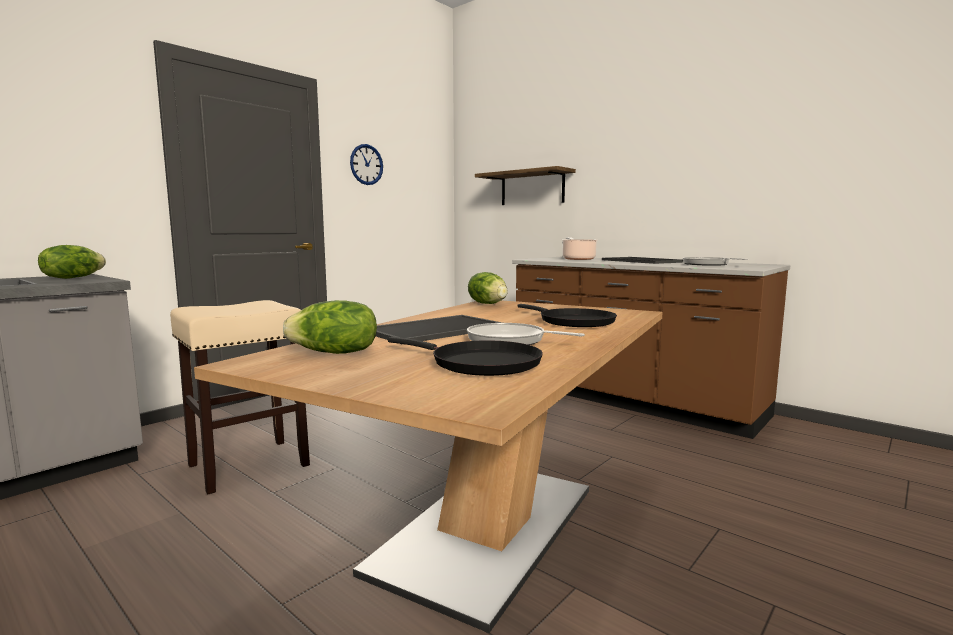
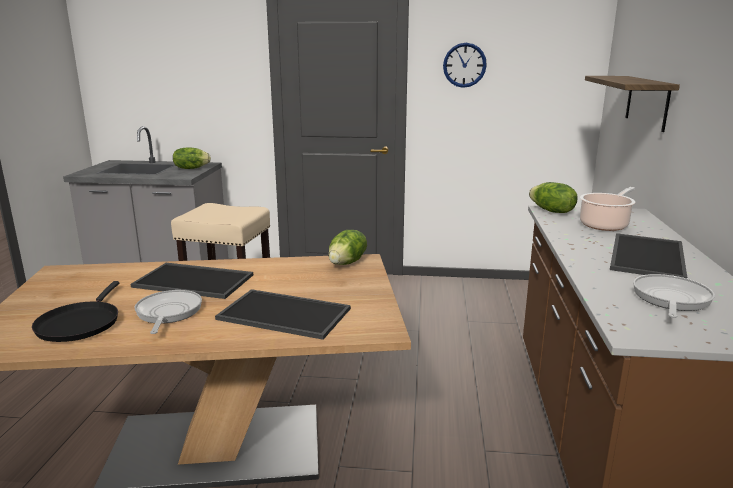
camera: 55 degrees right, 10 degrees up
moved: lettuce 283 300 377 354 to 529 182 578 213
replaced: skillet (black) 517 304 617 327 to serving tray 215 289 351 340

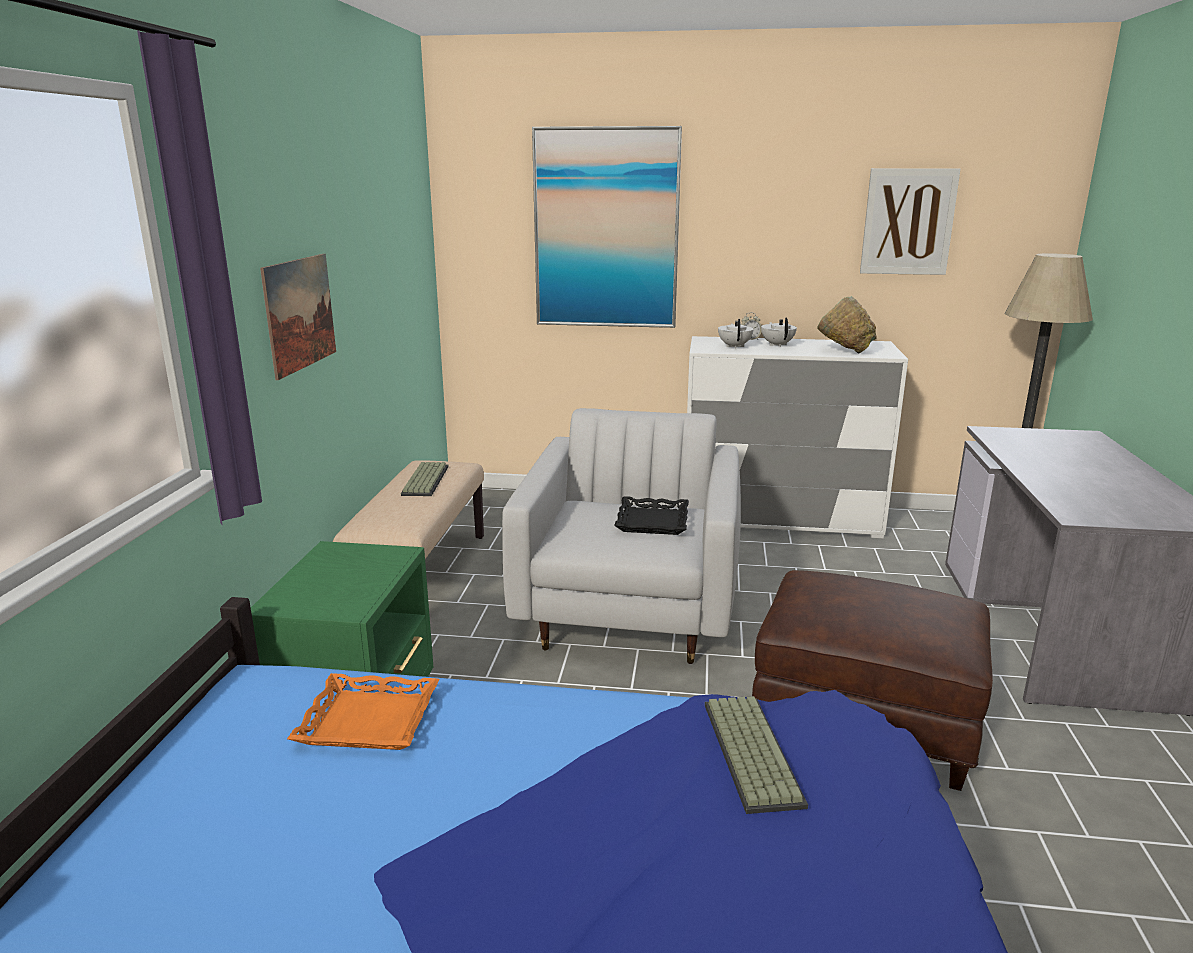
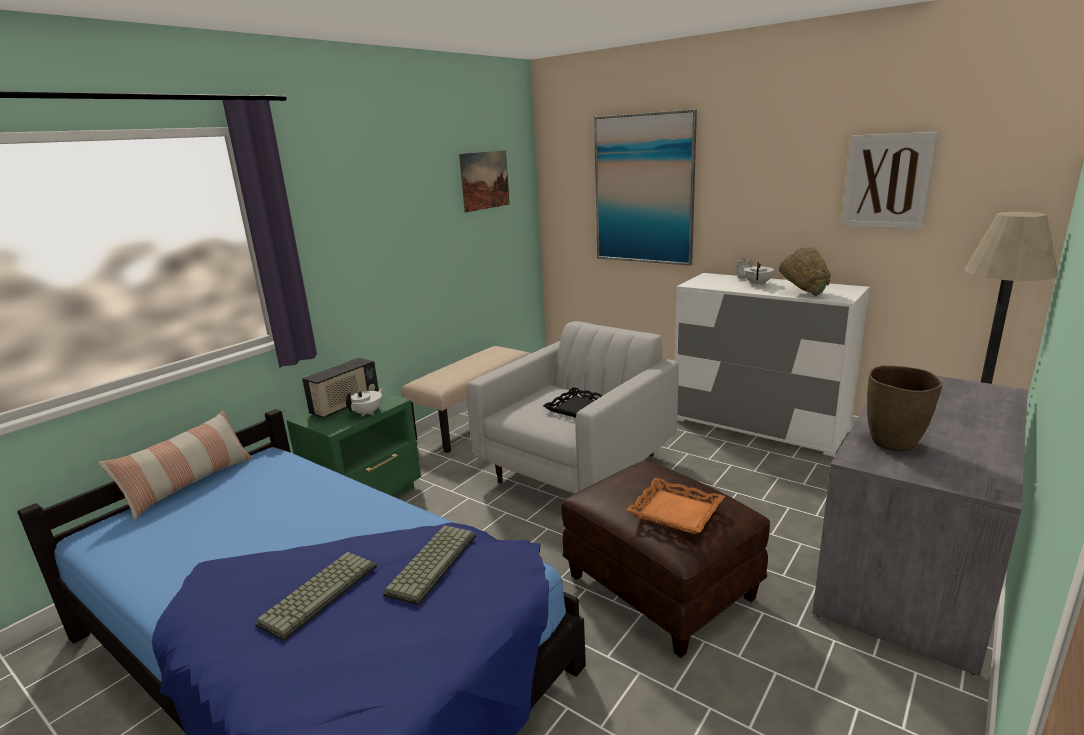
camera: 30 degrees right, 0 degrees up
added: pillow 98 411 253 520; radio receiver 302 358 379 418; vase (brown) 867 366 943 452
moved: picture 260 254 336 380 to 459 150 510 213; serving tray (orangey) 287 673 439 750 to 626 478 725 534; keyboard 401 462 449 496 to 255 552 377 642; tea pot (white) 718 319 754 349 to 346 388 383 416

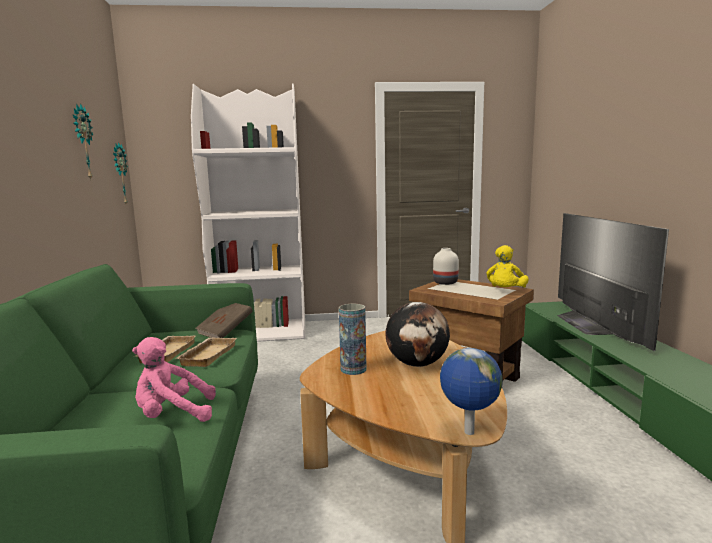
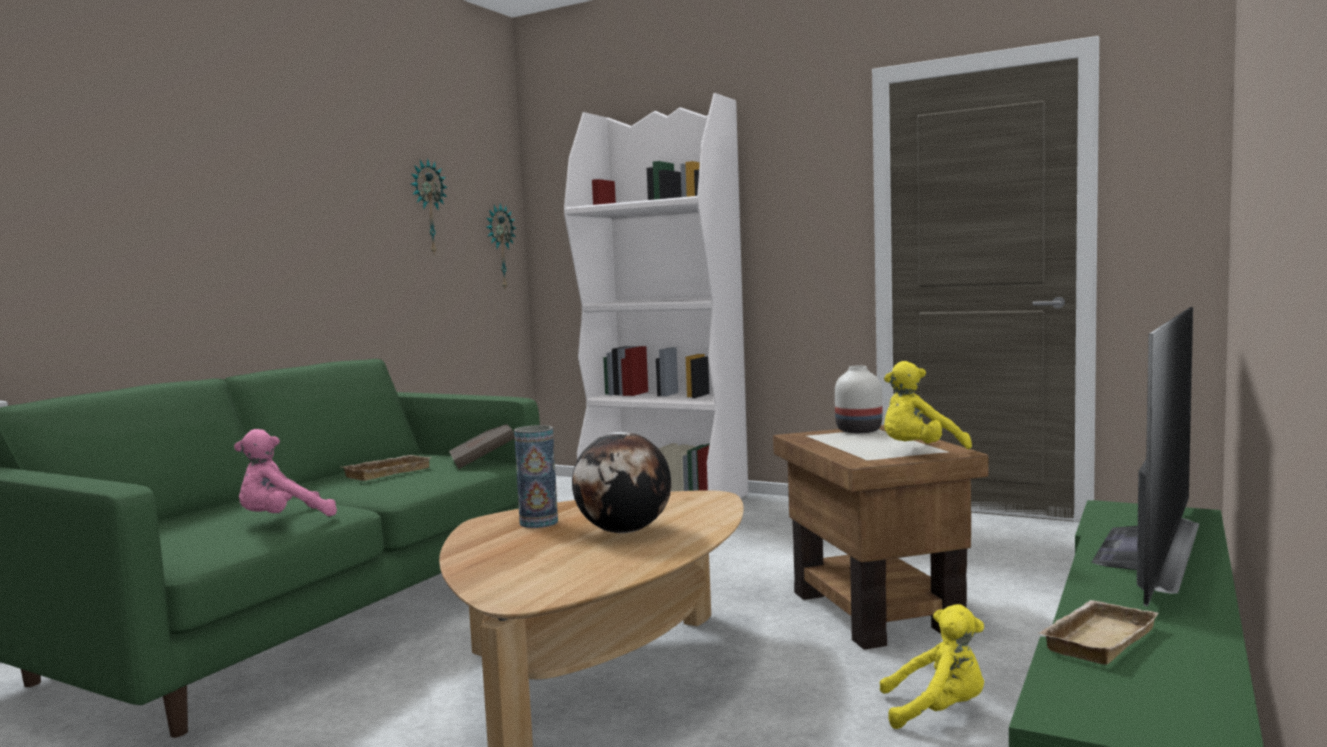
camera: 35 degrees right, 5 degrees down
removed: world globe 440 348 503 435
added: plush toy (yellow-coloured) 880 604 984 729
moved: serving tray (beige) 177 338 237 367 to 1040 600 1159 665
turned: plush toy (pinkish) 132 337 216 422 = 234 429 337 516 60 degrees counterclockwise

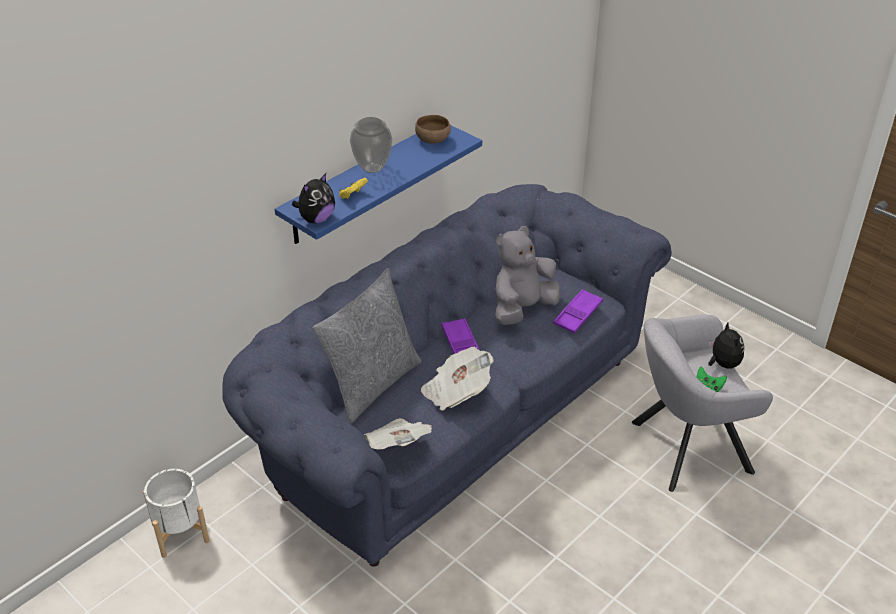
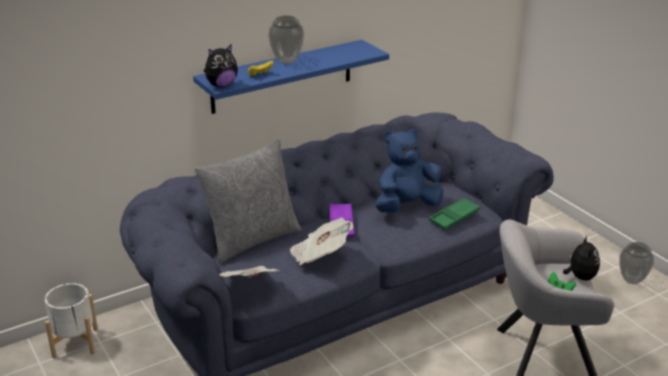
camera: 15 degrees right, 10 degrees down
removed: deep dish (brown) 415 115 451 144
added: vase 619 242 654 284
recoloured: plush toy (grey) 495 226 561 325 to plush toy (blue) 376 129 443 212; serving tray (purple-coloured) 553 289 603 333 to serving tray (green-coloured) 429 198 480 230

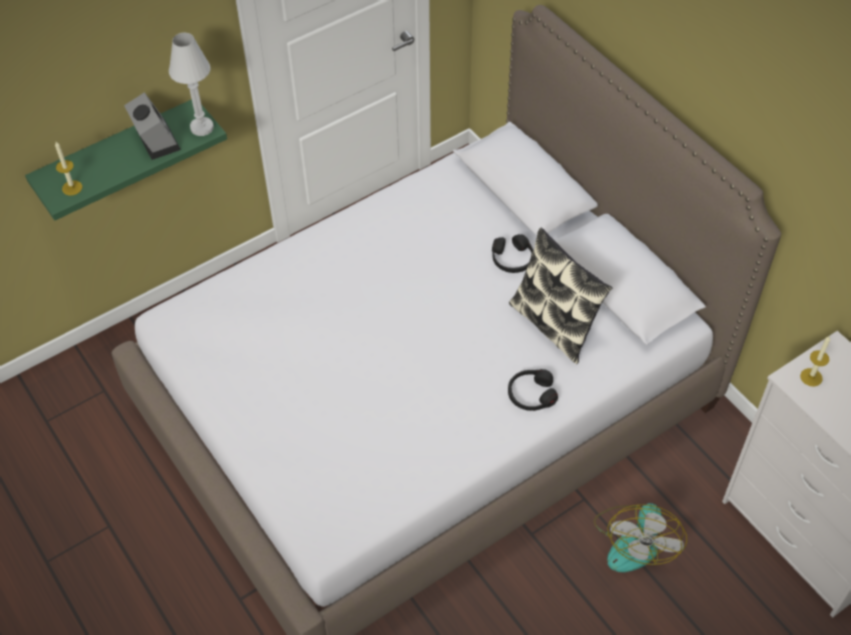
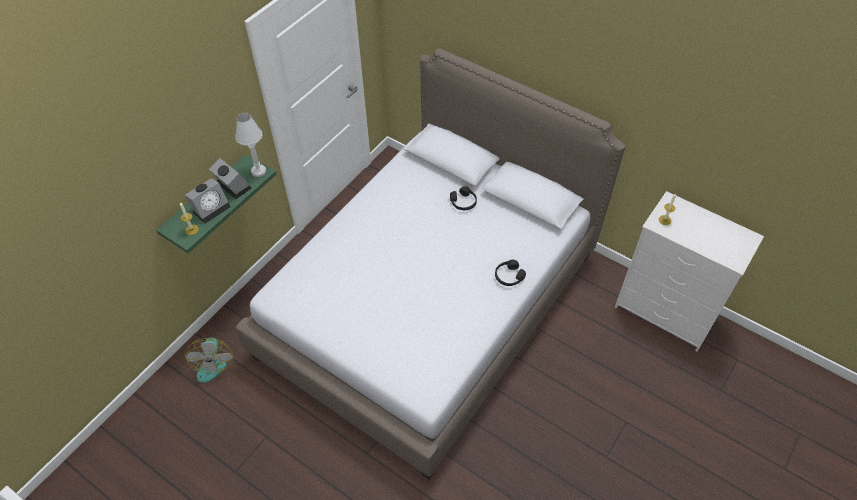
camera: 20 degrees left, 0 degrees up
removed: pillow 509 228 612 364
added: alarm clock 185 178 231 224
moved: electric fan 594 503 687 572 to 185 337 234 383

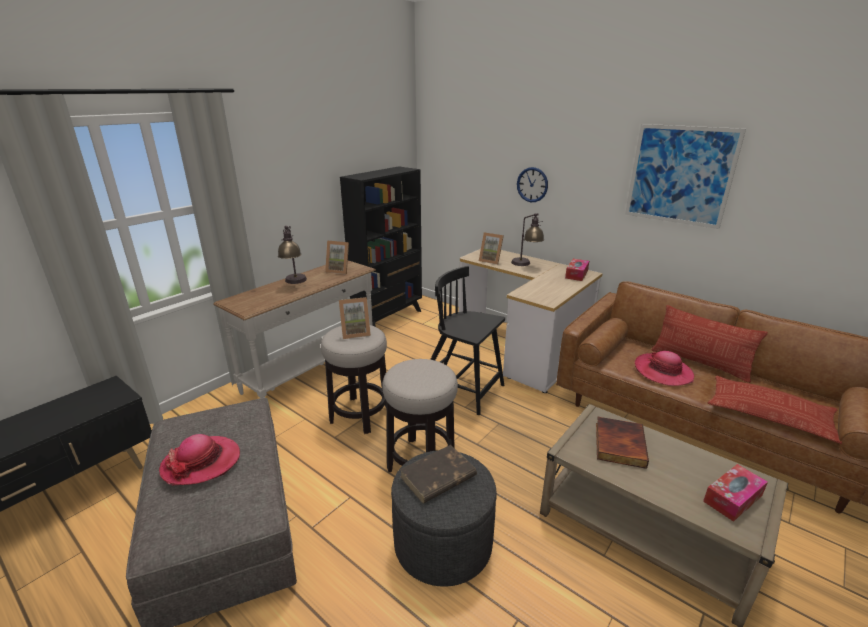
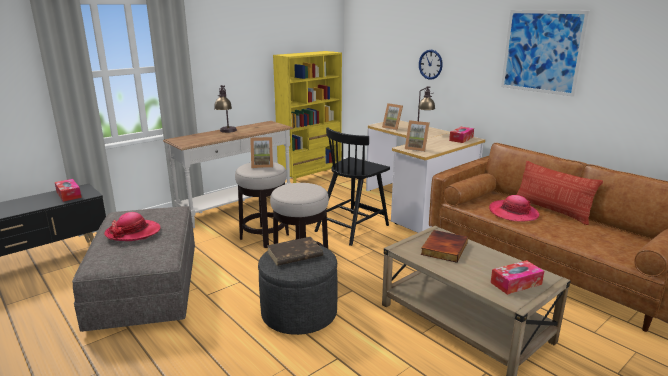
camera: 10 degrees right, 5 degrees down
removed: pillow 708 376 842 444
added: tissue holder 55 179 82 202
moved: picture frame 325 240 349 274 to 405 120 430 152
recoloured: bookcase (black) 340 166 422 327 to bookcase (yellow-coloured) 273 51 342 183
turned: plain chair (black) 430 266 505 415 = 315 127 390 246 90 degrees counterclockwise

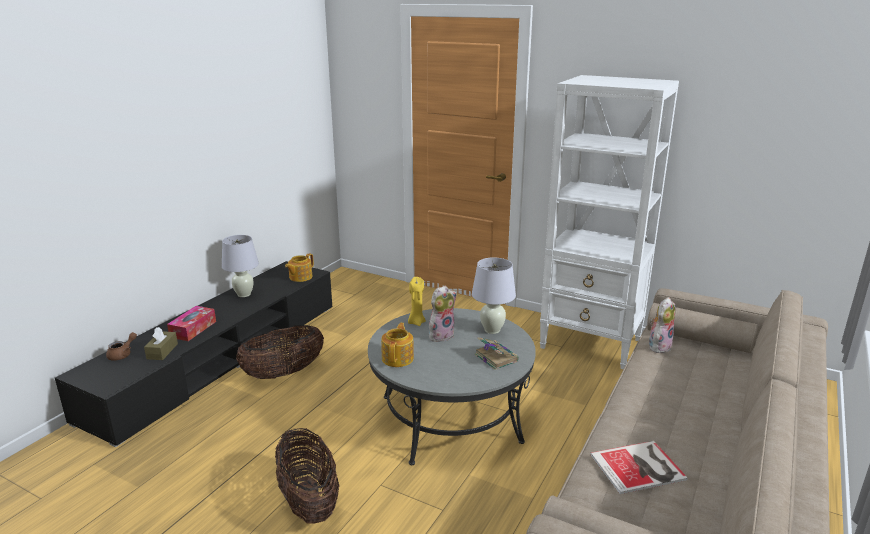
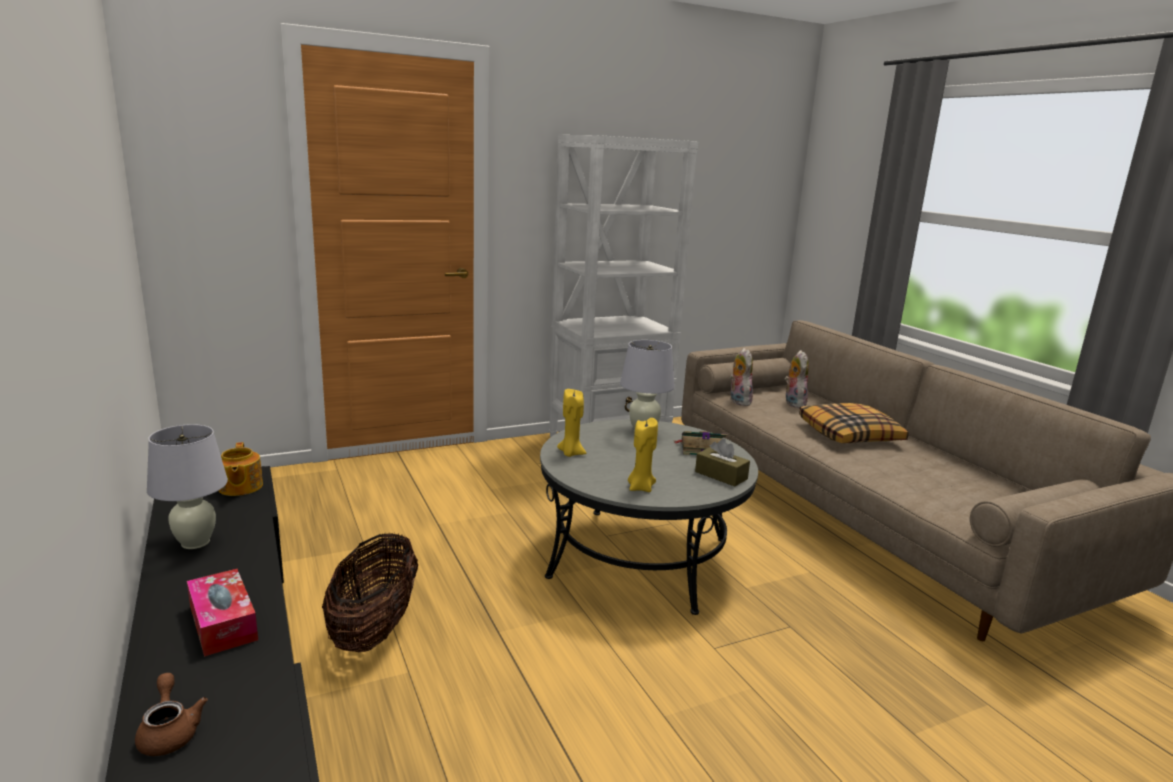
camera: 55 degrees left, 5 degrees down
removed: household basket 275 428 340 524; volume 590 441 688 494
added: pillow 799 403 909 443
moved: tissue holder (brown) 144 327 178 360 to 695 439 750 486; plush toy 429 286 457 342 to 785 350 809 408
replaced: tea pot 381 323 414 367 to wax light (yellow-coloured) 628 418 658 492

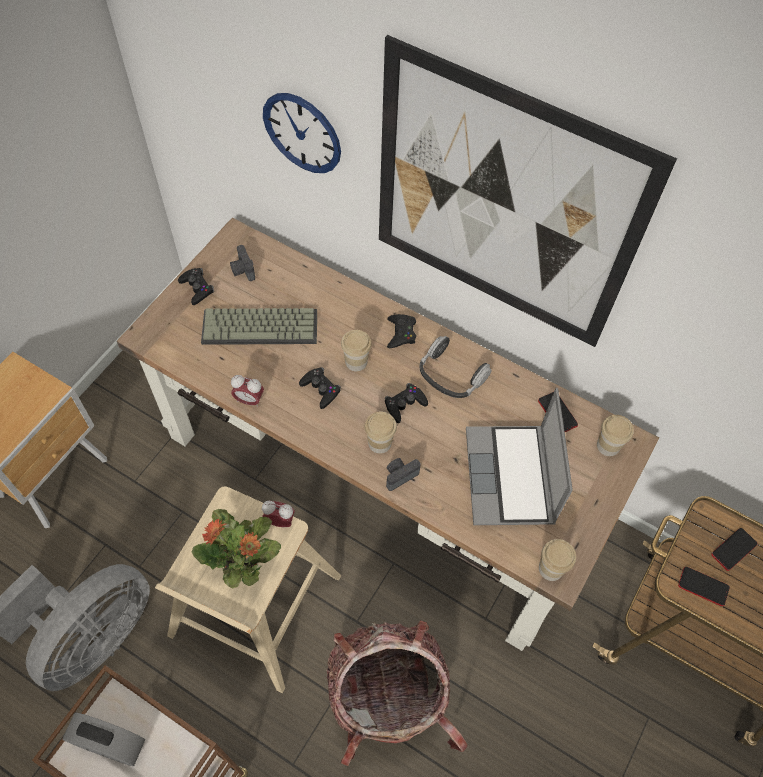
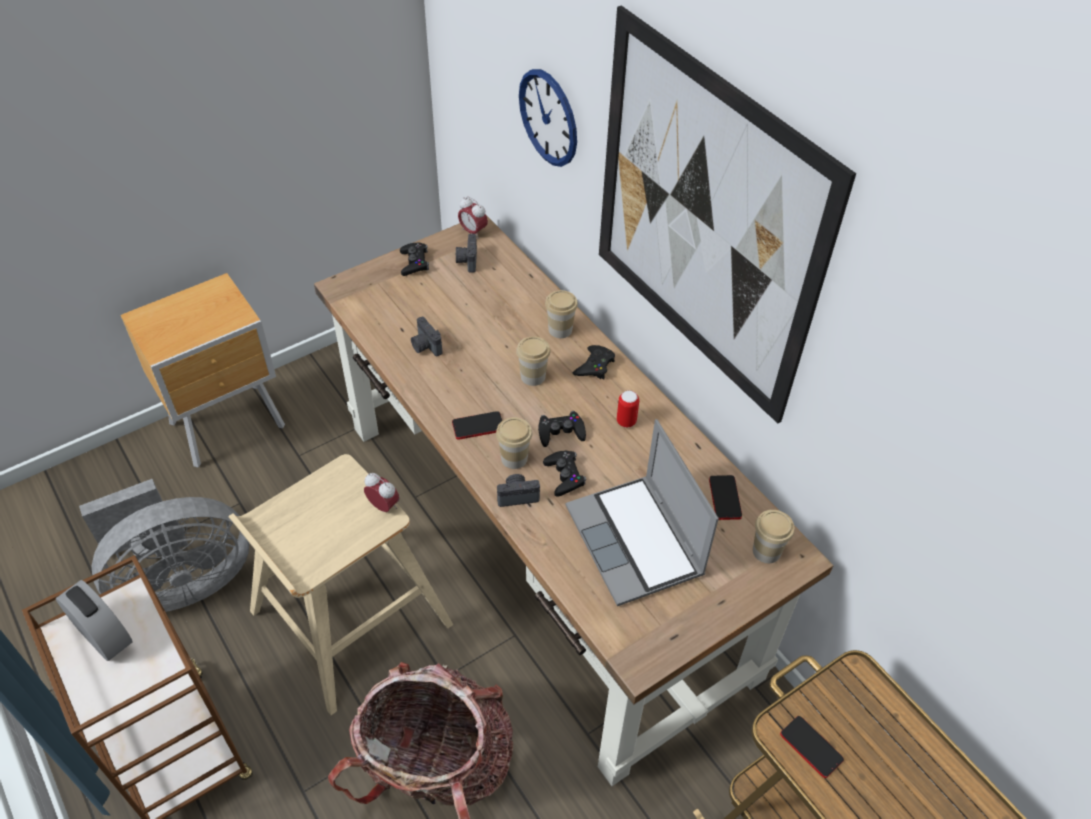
camera: 25 degrees right, 10 degrees down
removed: houseplant 192 509 281 588; keyboard 201 308 317 345
added: photo camera 411 316 442 356
moved: alarm clock 231 375 264 407 to 458 196 488 239; joypad (black) 299 367 341 409 to 543 451 586 497; small cup 539 539 576 581 to 545 290 578 338; phone 711 528 758 571 to 452 411 502 439
replaced: headset 420 336 491 398 to sealed can 617 390 639 428
turned: laptop 466 388 573 525 = 566 419 719 606 45 degrees counterclockwise

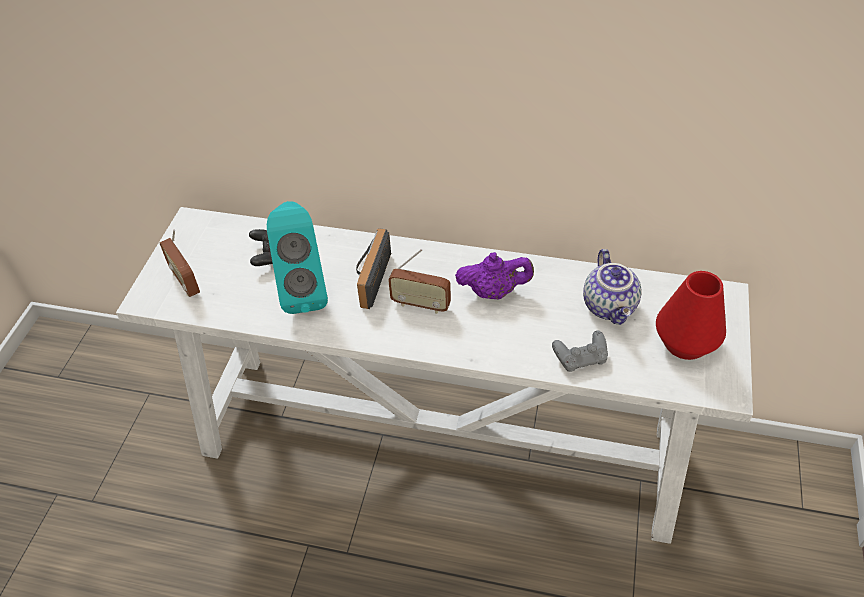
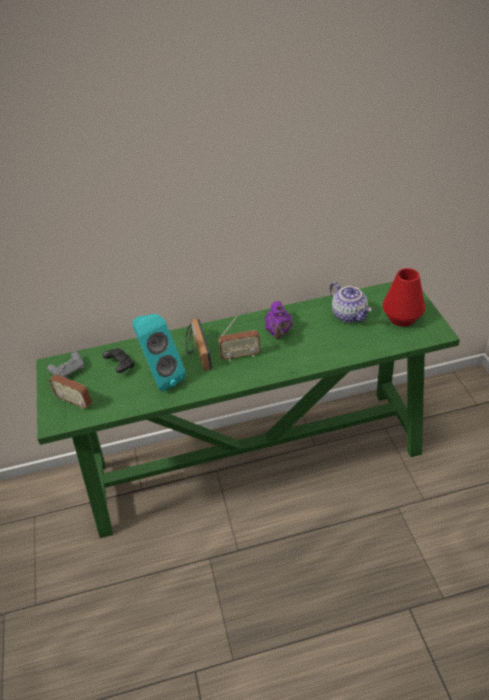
camera: 25 degrees left, 5 degrees down
moved: joypad (grey) 552 331 608 372 to 47 351 84 378
recoloured: console table (white) 116 207 753 544 to console table (green-coloured) 36 282 460 538
turned: tea pot (purple-coloured) 455 252 534 299 = 265 301 292 339 120 degrees clockwise

